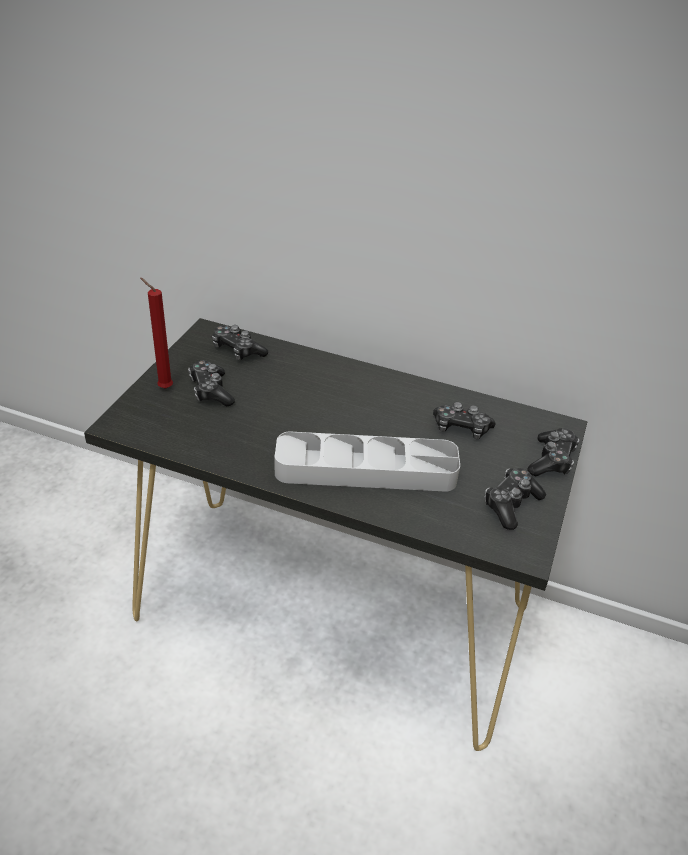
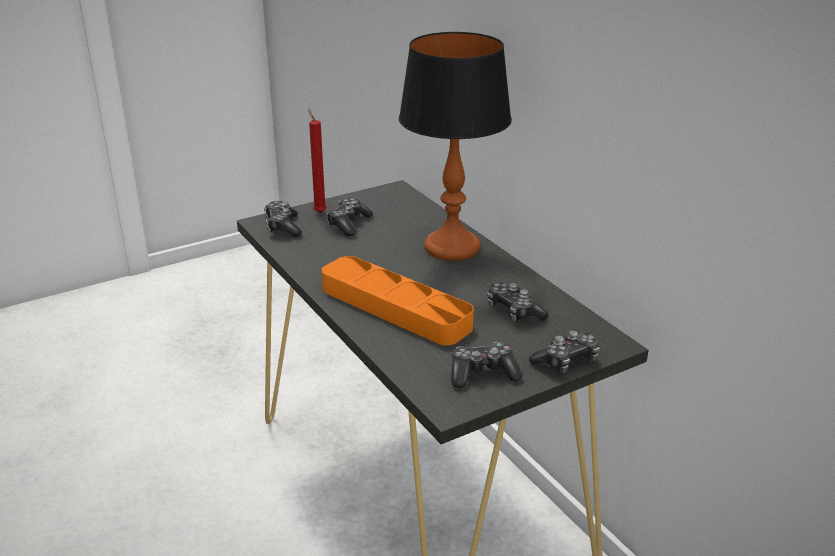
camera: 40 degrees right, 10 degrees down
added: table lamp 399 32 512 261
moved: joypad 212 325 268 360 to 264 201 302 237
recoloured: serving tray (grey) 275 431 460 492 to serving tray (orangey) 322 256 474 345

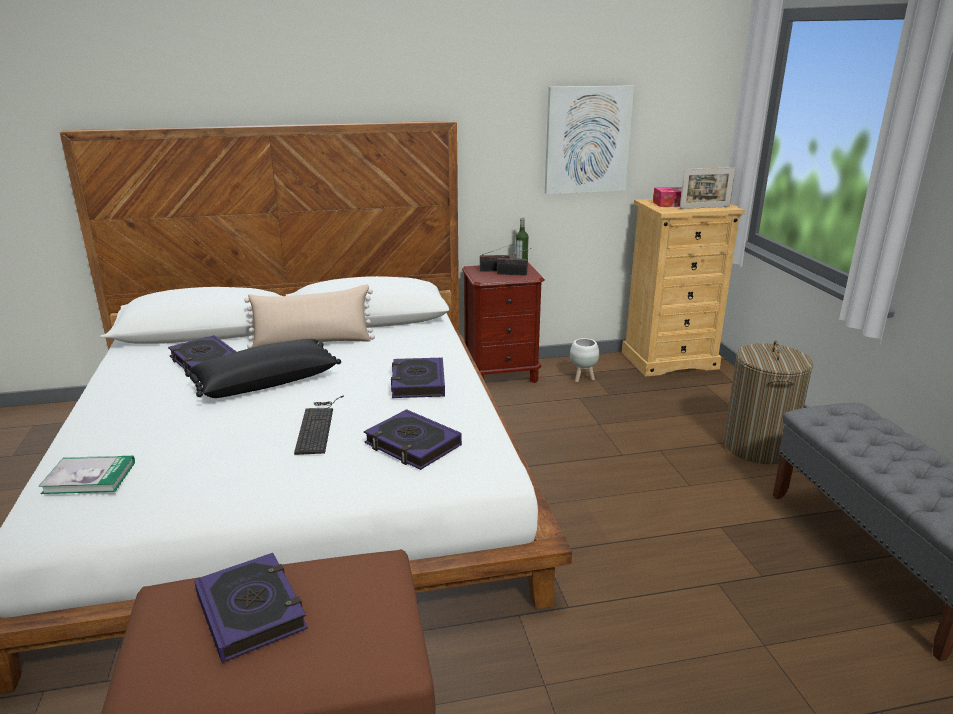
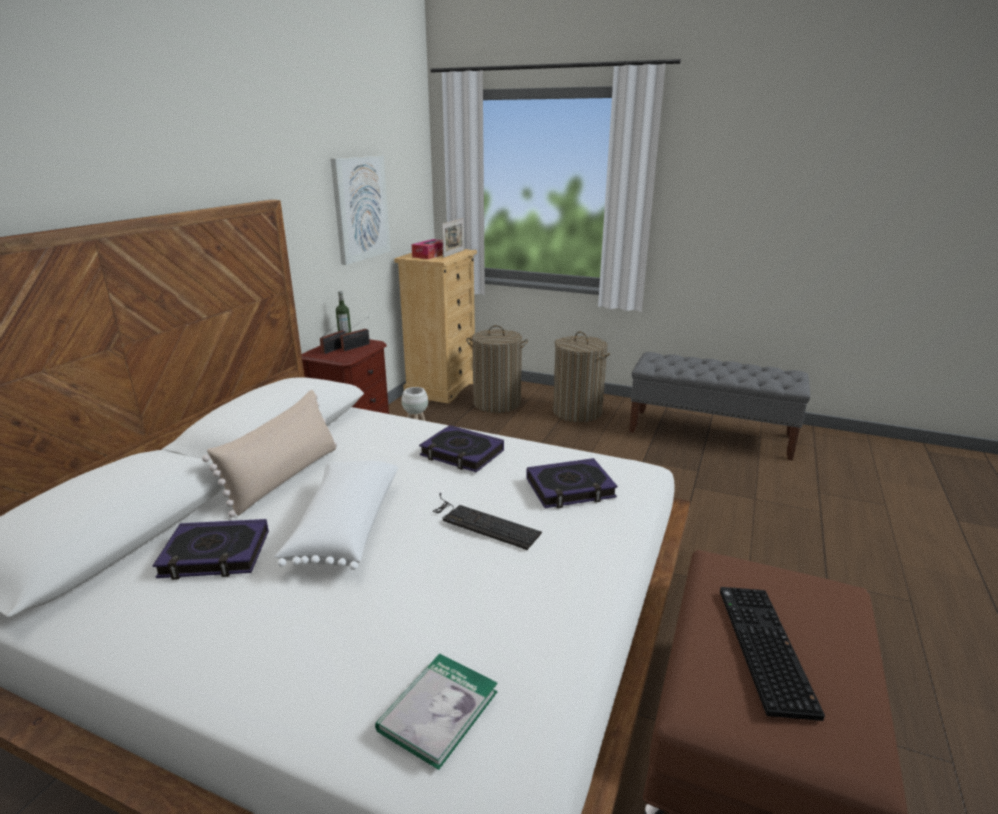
camera: 55 degrees left, 0 degrees up
added: hamper 466 325 528 413
replaced: volume 194 553 308 663 to keyboard 720 587 825 721
recoloured: pillow (black) 185 339 341 398 to pillow (white) 274 461 398 570

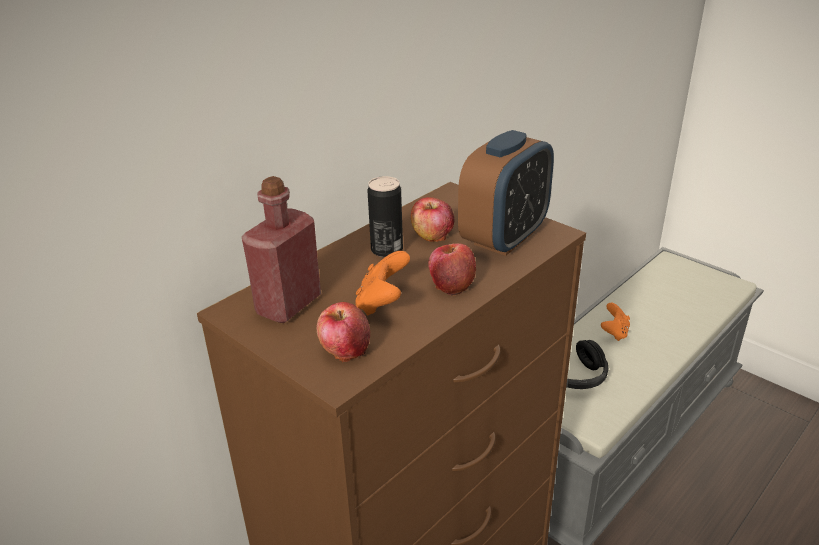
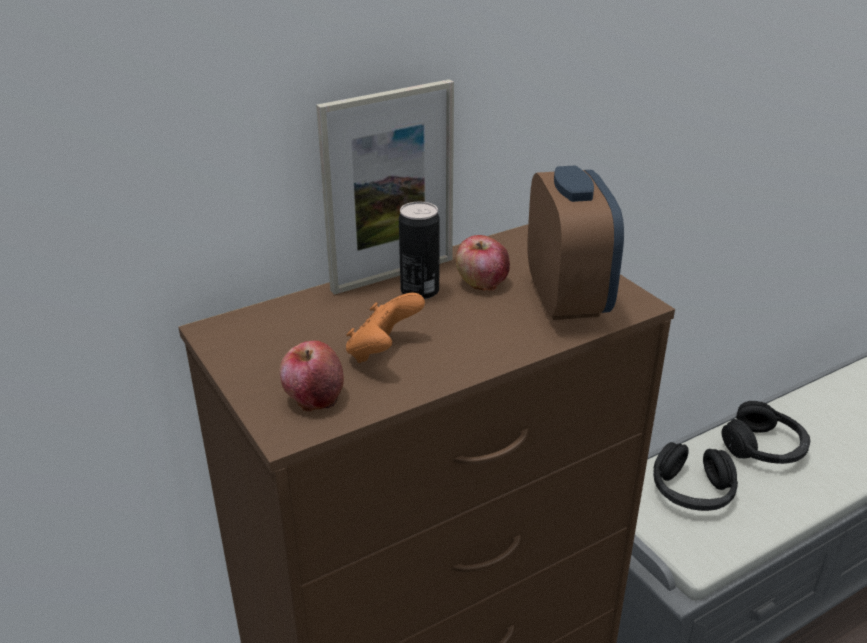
camera: 15 degrees right, 0 degrees up
removed: drink bottle (red-coloured) 242 176 321 323; apple 428 243 476 296
added: picture frame 316 79 454 295
replaced: joypad (orangey) 601 303 630 341 to headset (black) 722 401 810 464
turned: alarm clock 458 130 554 256 = 527 165 624 320 60 degrees counterclockwise

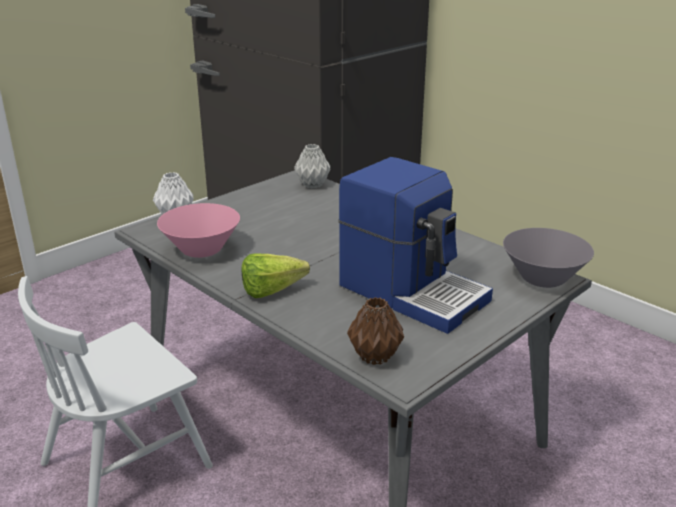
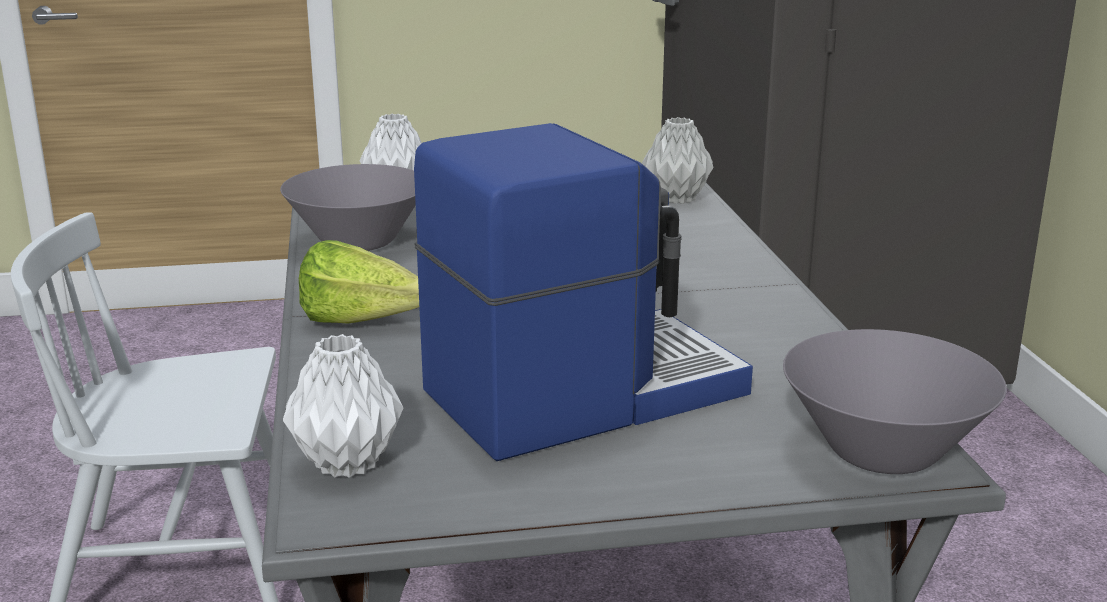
camera: 35 degrees right, 5 degrees down
recoloured: deep dish (pinkish) 157 203 240 258 to deep dish (grey) 280 164 416 251; vase (brown) 347 297 404 365 to vase (white) 283 334 403 478
turned: coffee machine 339 157 493 334 = 414 123 753 461 105 degrees counterclockwise

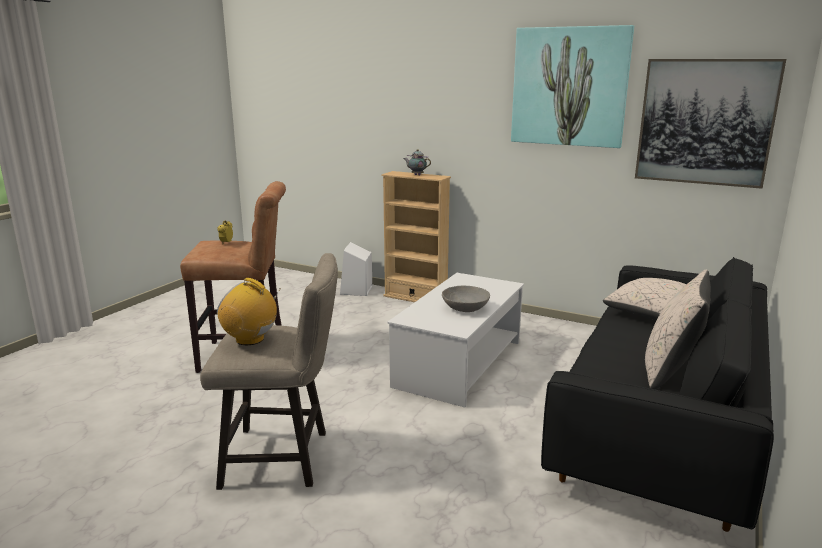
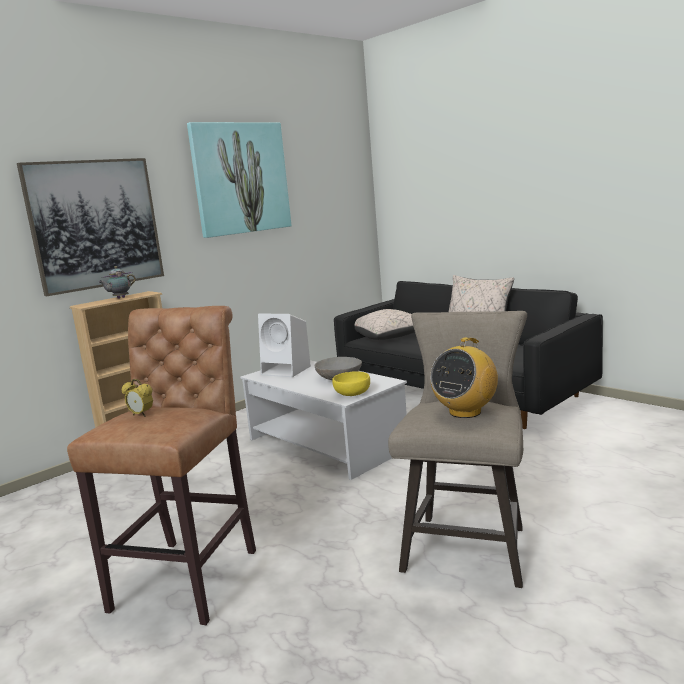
camera: 70 degrees left, 5 degrees down
added: deep dish (yellow-coloured) 332 371 370 396
moved: loudspeaker (white) 340 242 372 296 to 258 313 311 377; picture 635 59 786 189 to 17 158 164 296

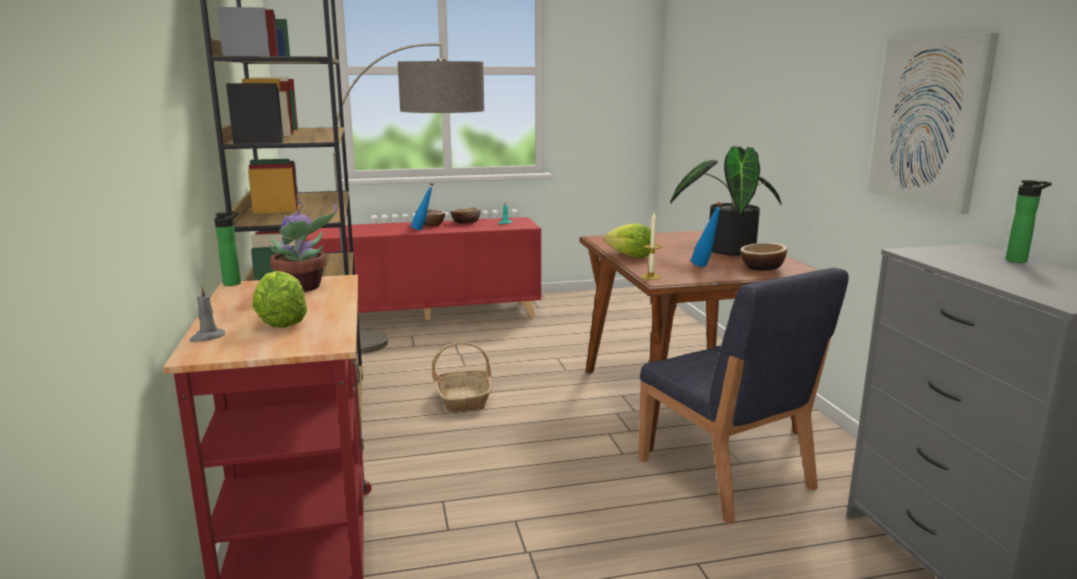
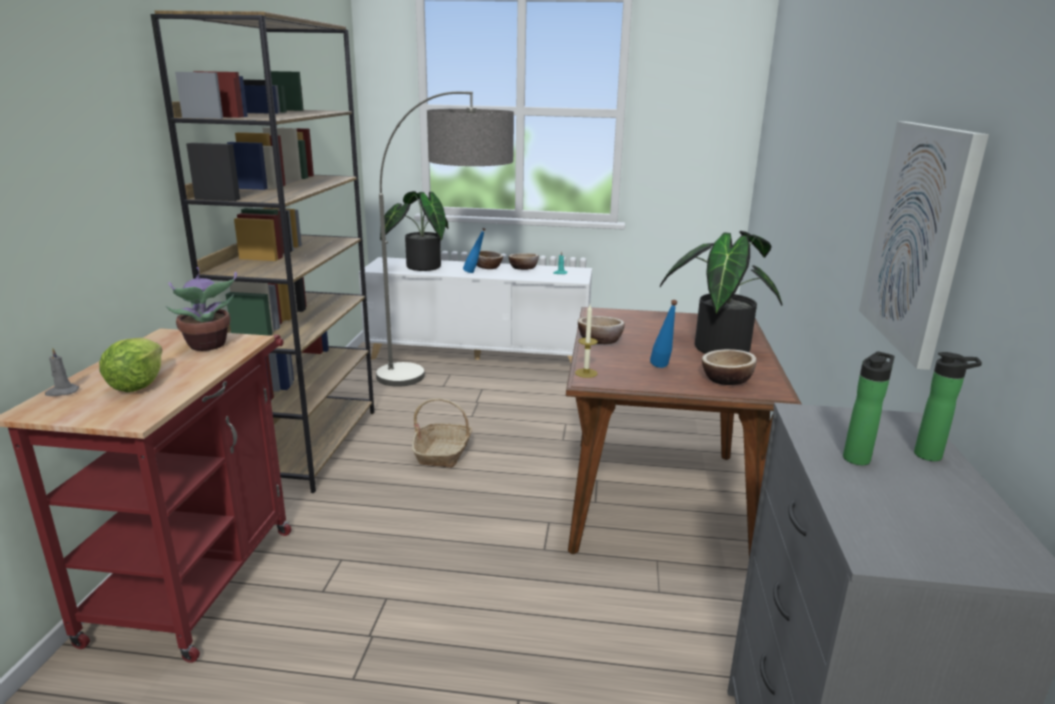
camera: 20 degrees right, 5 degrees up
removed: plain chair (blue) 638 268 849 524
added: houseplant 380 191 449 271
moved: drink bottle 215 211 241 286 to 843 351 895 465
replaced: lettuce 604 223 651 258 to deep dish 578 316 625 344
recoloured: cabinet (red-coloured) 305 217 541 320 to cabinet (white) 359 257 592 363

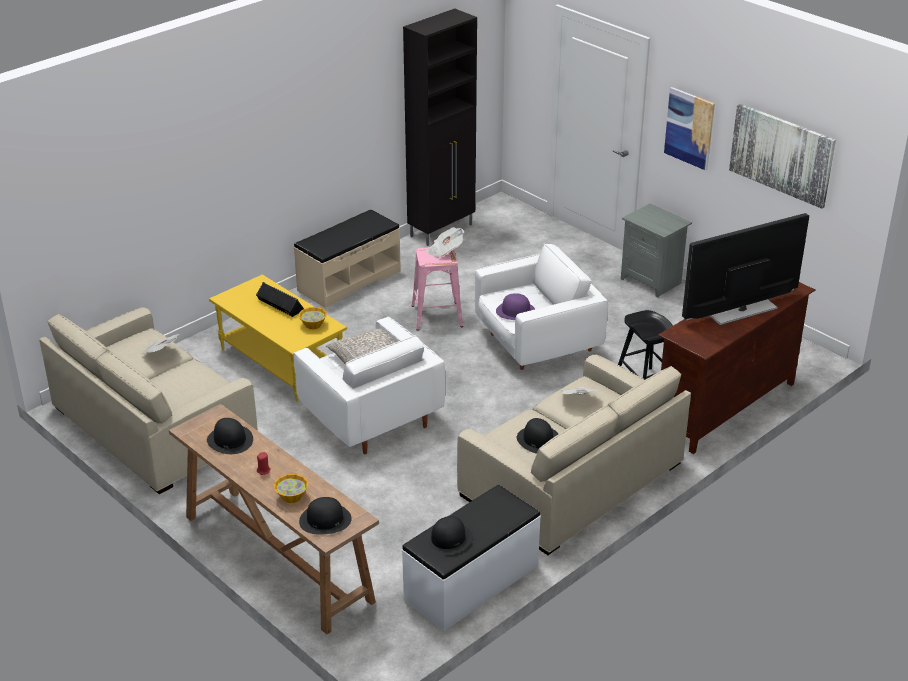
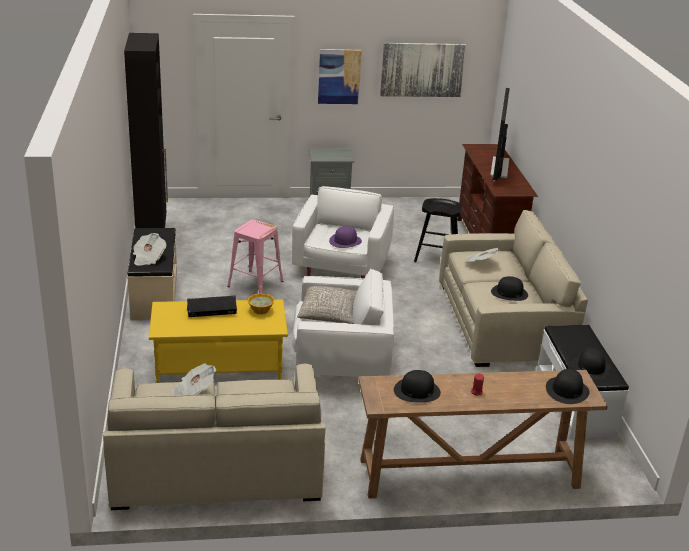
camera: 55 degrees left, 5 degrees down
removed: deep dish 274 474 308 503
moved: daily paper 426 227 464 258 to 133 233 166 266

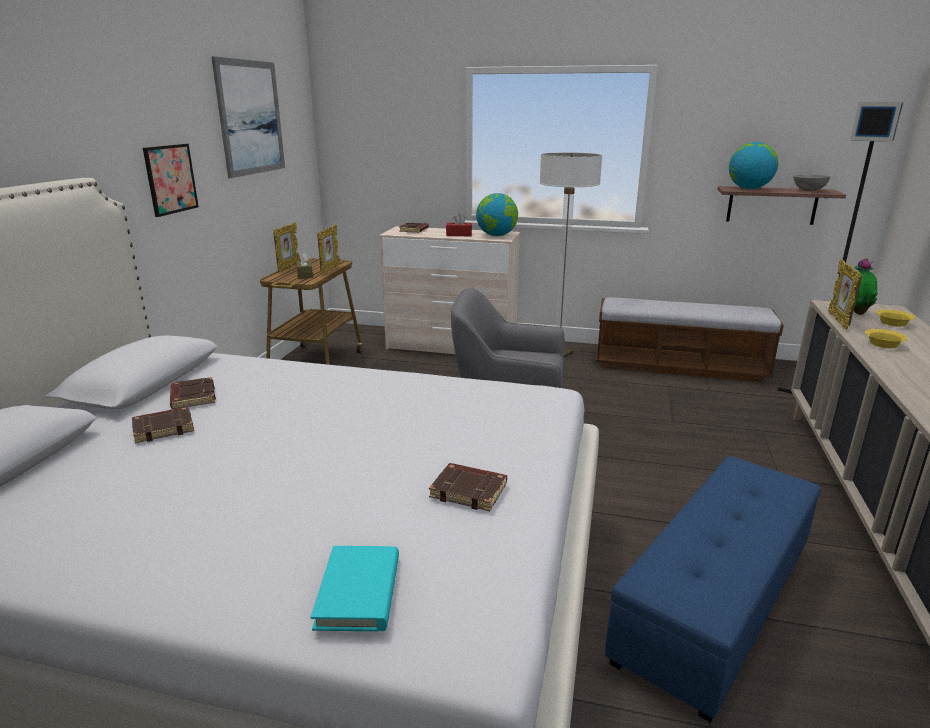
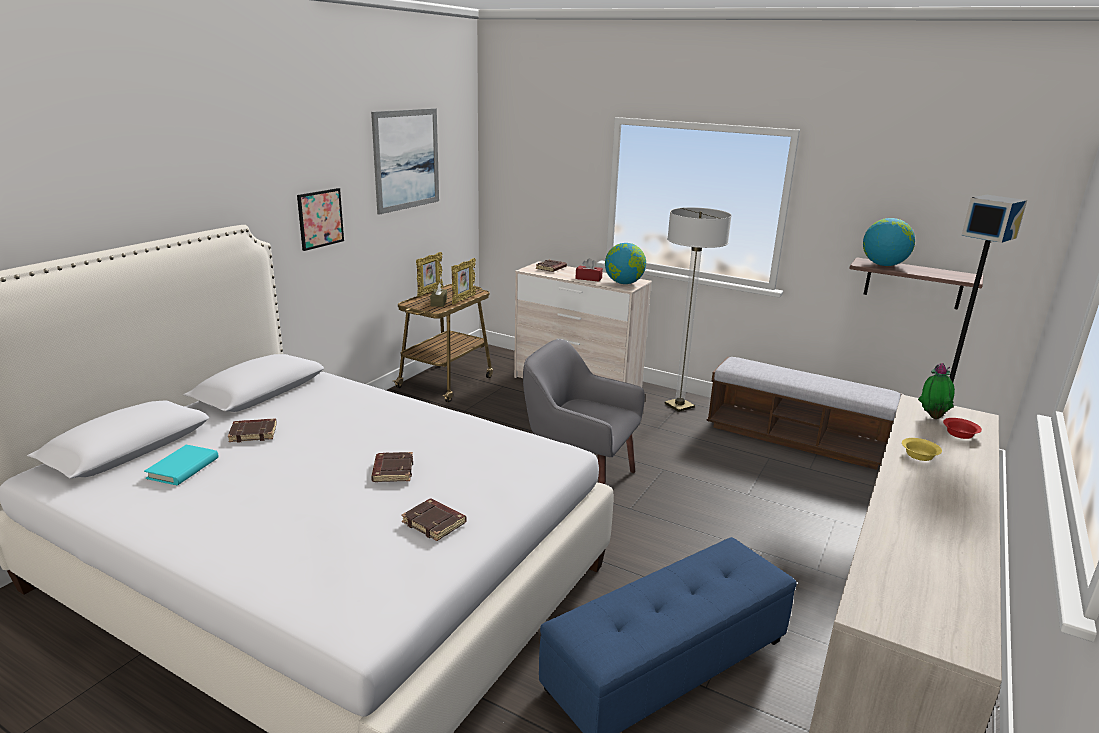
camera: 15 degrees right, 0 degrees up
removed: deep dish (grey) 794 174 830 191; picture frame 828 259 862 330
moved: volume (brown) 170 377 216 409 to 371 452 413 482; volume (turquoise) 310 546 399 631 to 144 445 218 485
recoloured: deep dish (yellow-coloured) 876 309 915 326 to deep dish (red-coloured) 943 418 982 439

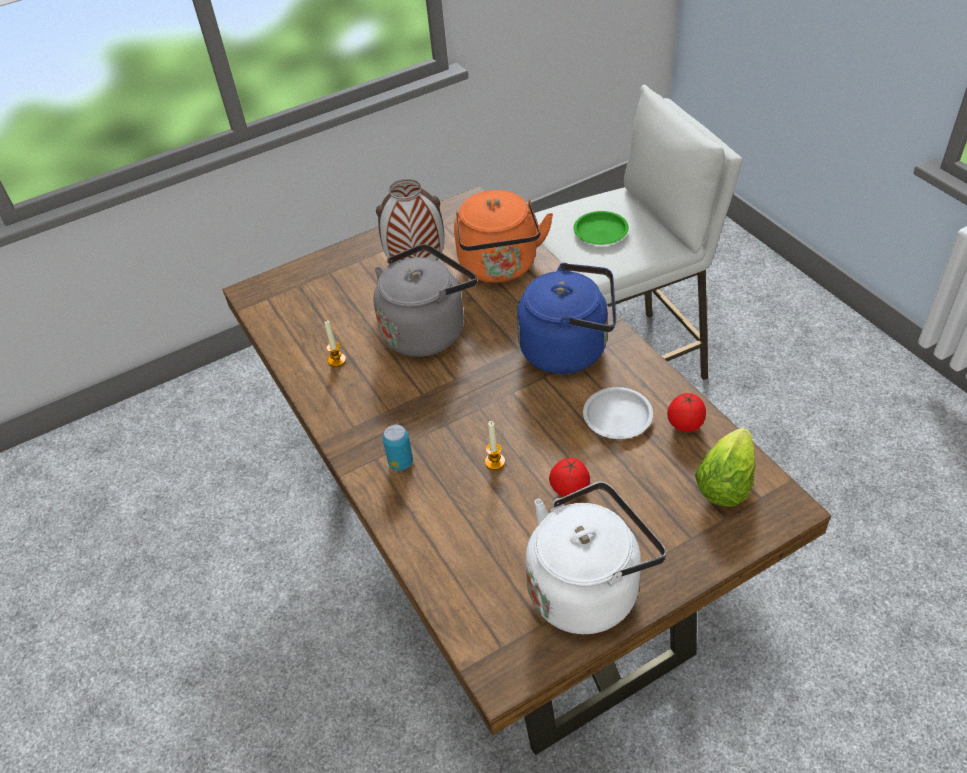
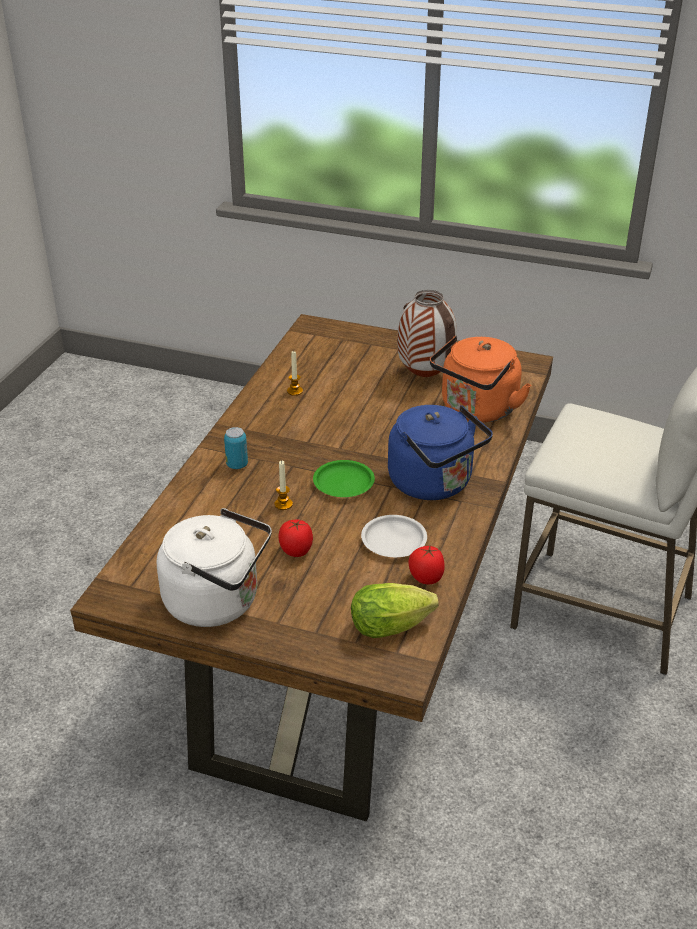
camera: 45 degrees right, 10 degrees down
removed: water kettle (grey) 373 244 477 357
moved: flat dish (green-coloured) 573 211 629 245 to 313 460 375 497

